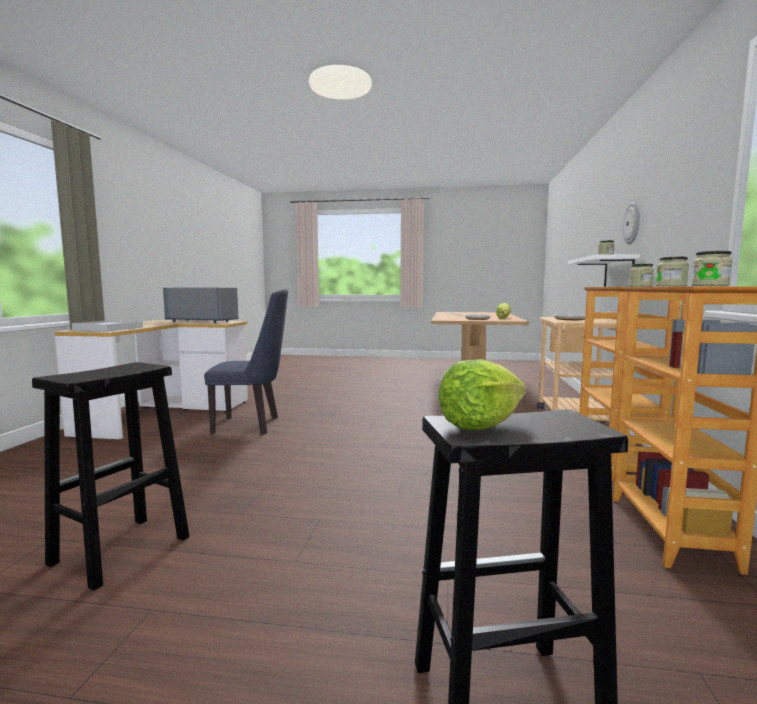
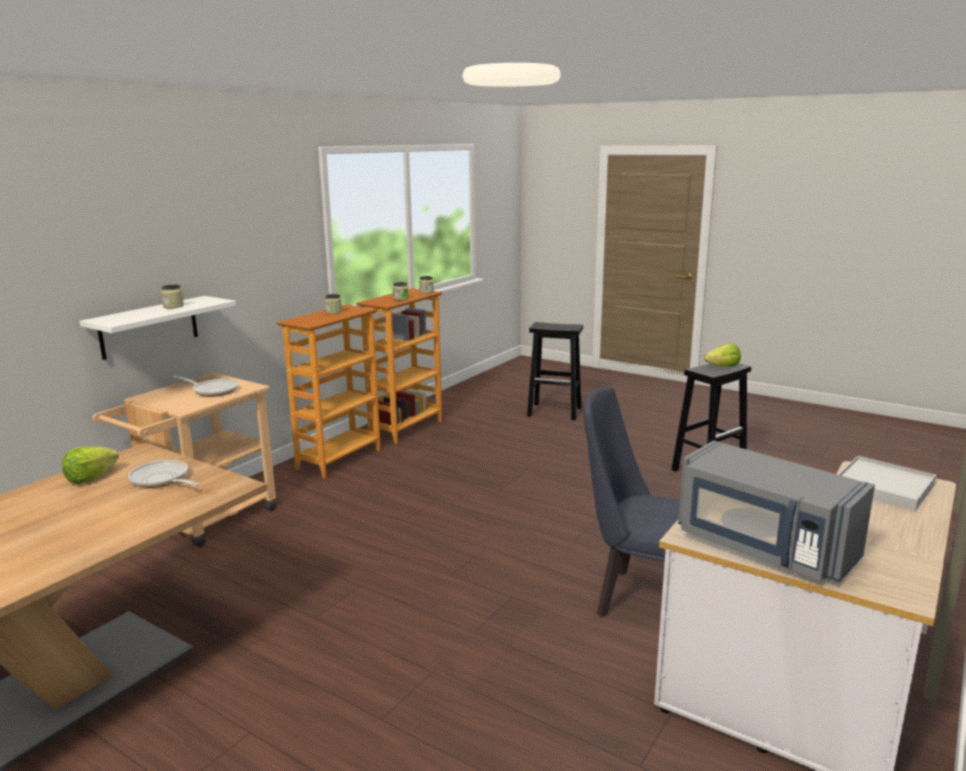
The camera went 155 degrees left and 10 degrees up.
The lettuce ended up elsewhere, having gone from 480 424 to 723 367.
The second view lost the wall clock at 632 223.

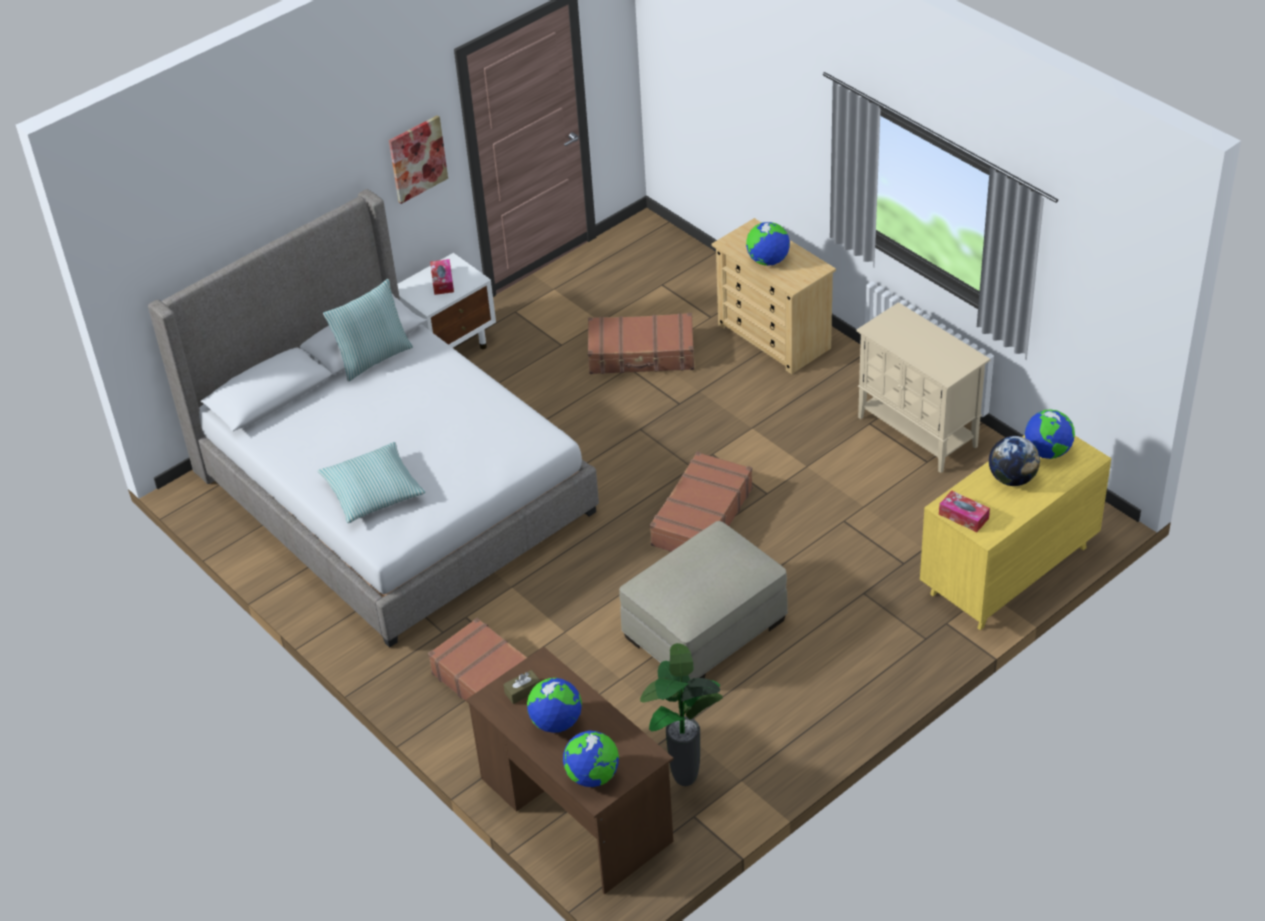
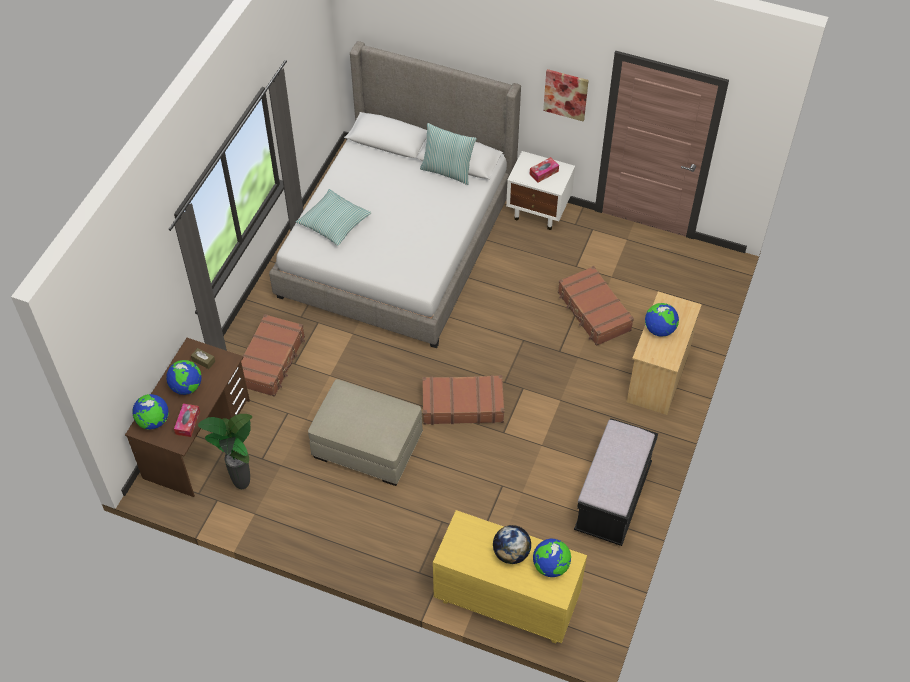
The camera went 60 degrees right and 10 degrees up.
The tissue box ended up elsewhere, having gone from 963 516 to 187 423.
Where the beige cabinet stood at 918 432, the black bench came to stand at 613 498.

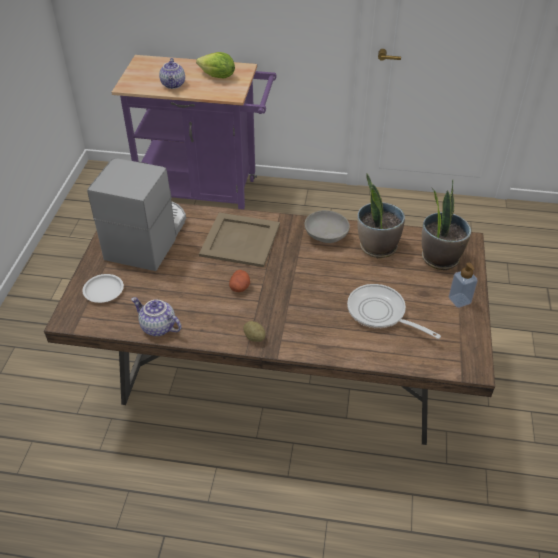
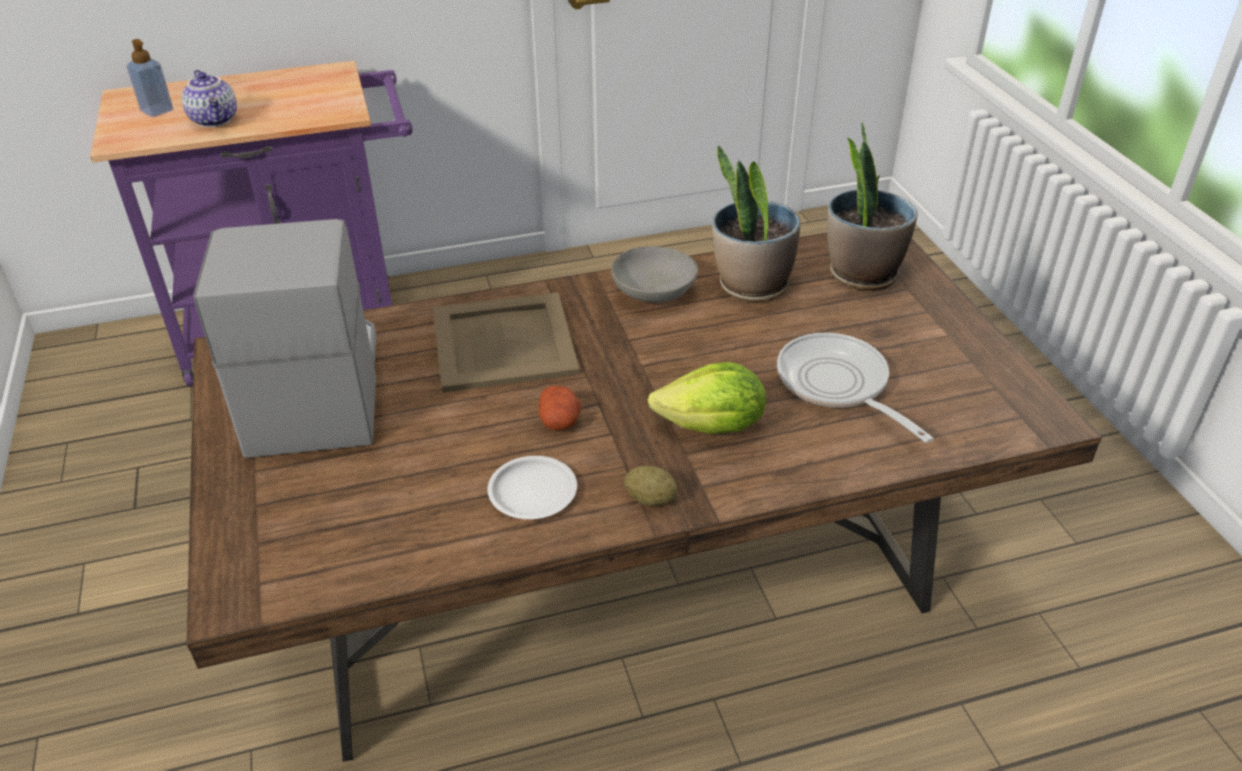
The camera went 25 degrees left and 5 degrees down.
The soap dispenser ended up elsewhere, having gone from 459 300 to 157 110.
The white plate ended up elsewhere, having gone from 103 290 to 532 493.
The lettuce ended up elsewhere, having gone from 217 77 to 712 427.
The frying pan at 380 313 ended up facing another way, 45 degrees clockwise from before.
The second view lost the teapot at 157 327.

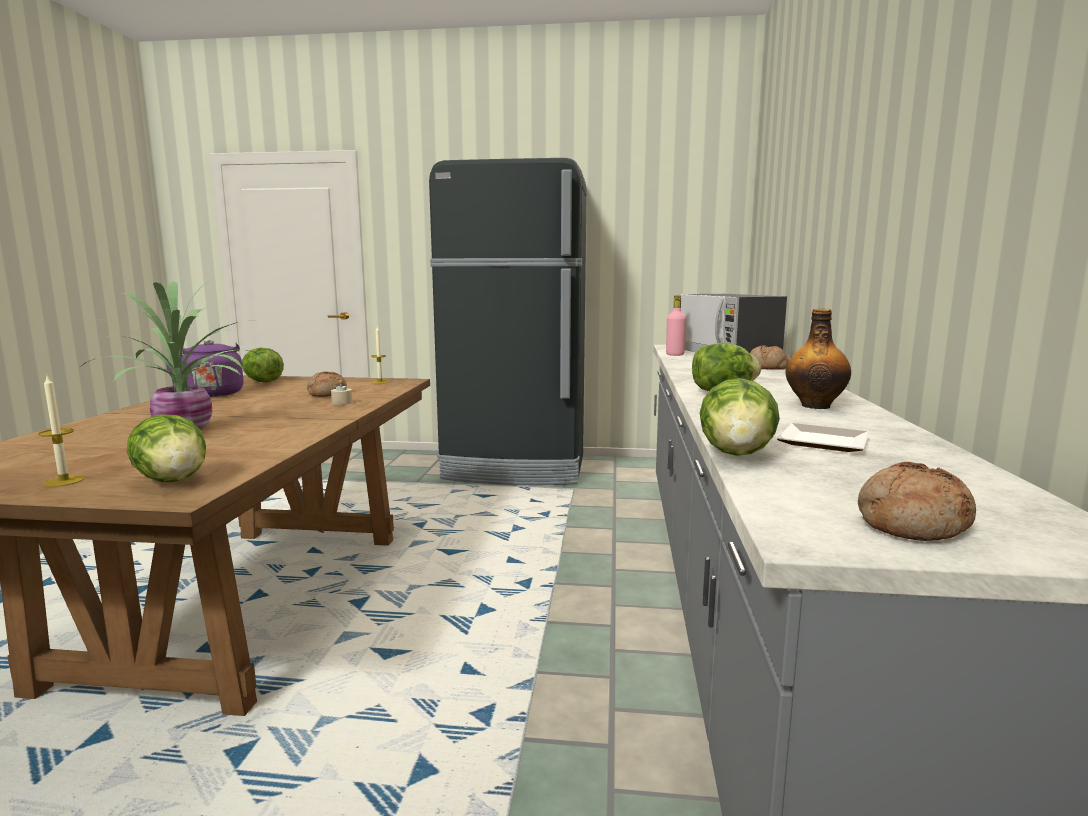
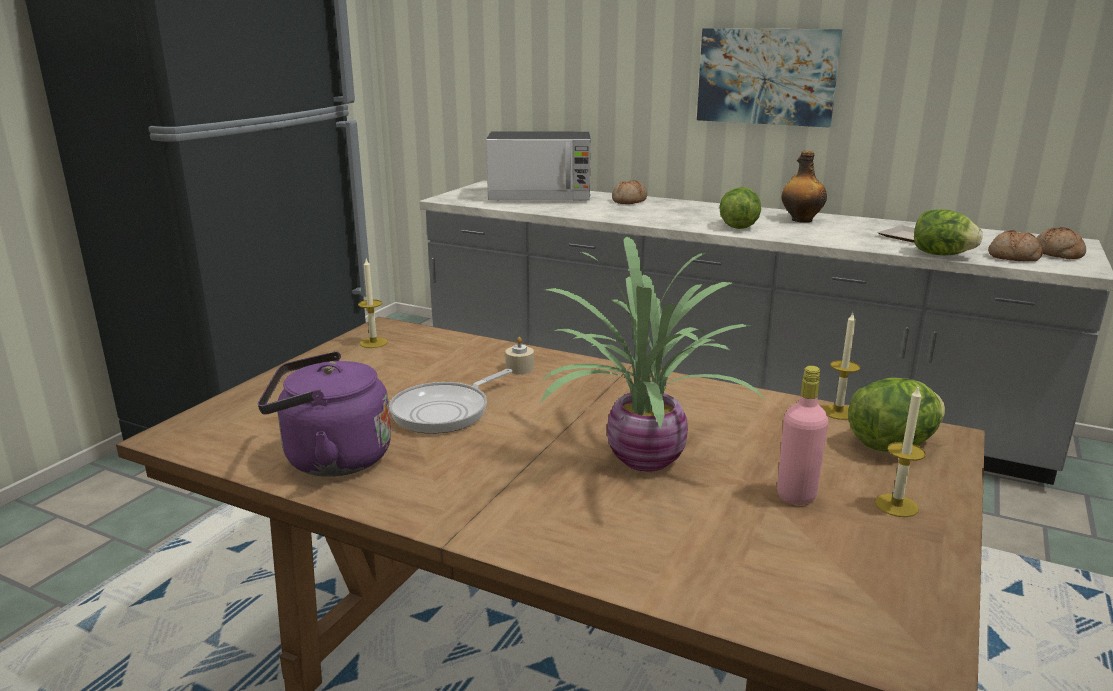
The camera went 70 degrees left and 10 degrees up.
The second view gained the frying pan at 445 411.
The second view gained the picture at 766 76.
The pink bottle ended up elsewhere, having gone from 675 355 to 796 495.
The second view gained the candle at 838 412.
The bread ended up elsewhere, having gone from 326 393 to 1012 257.
The second view lost the lettuce at 263 381.

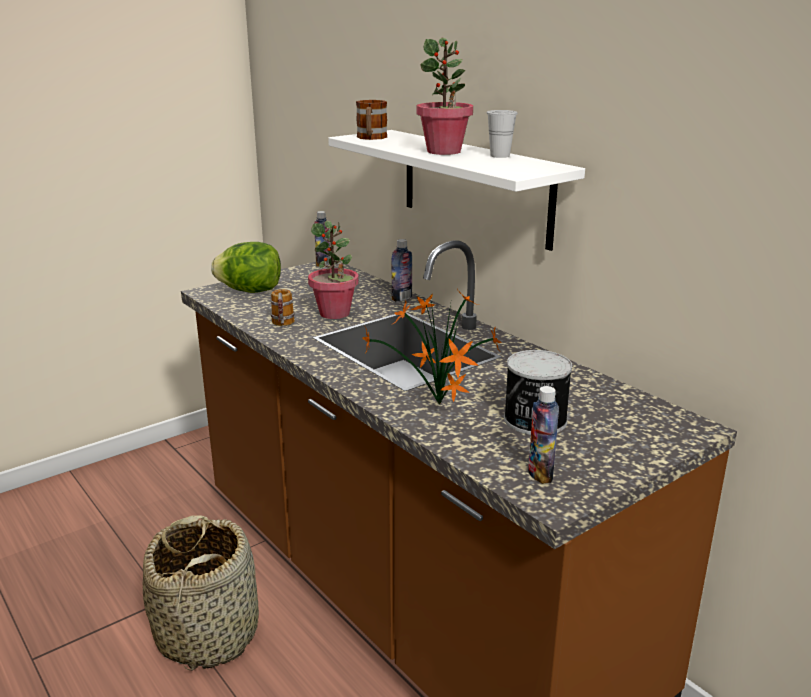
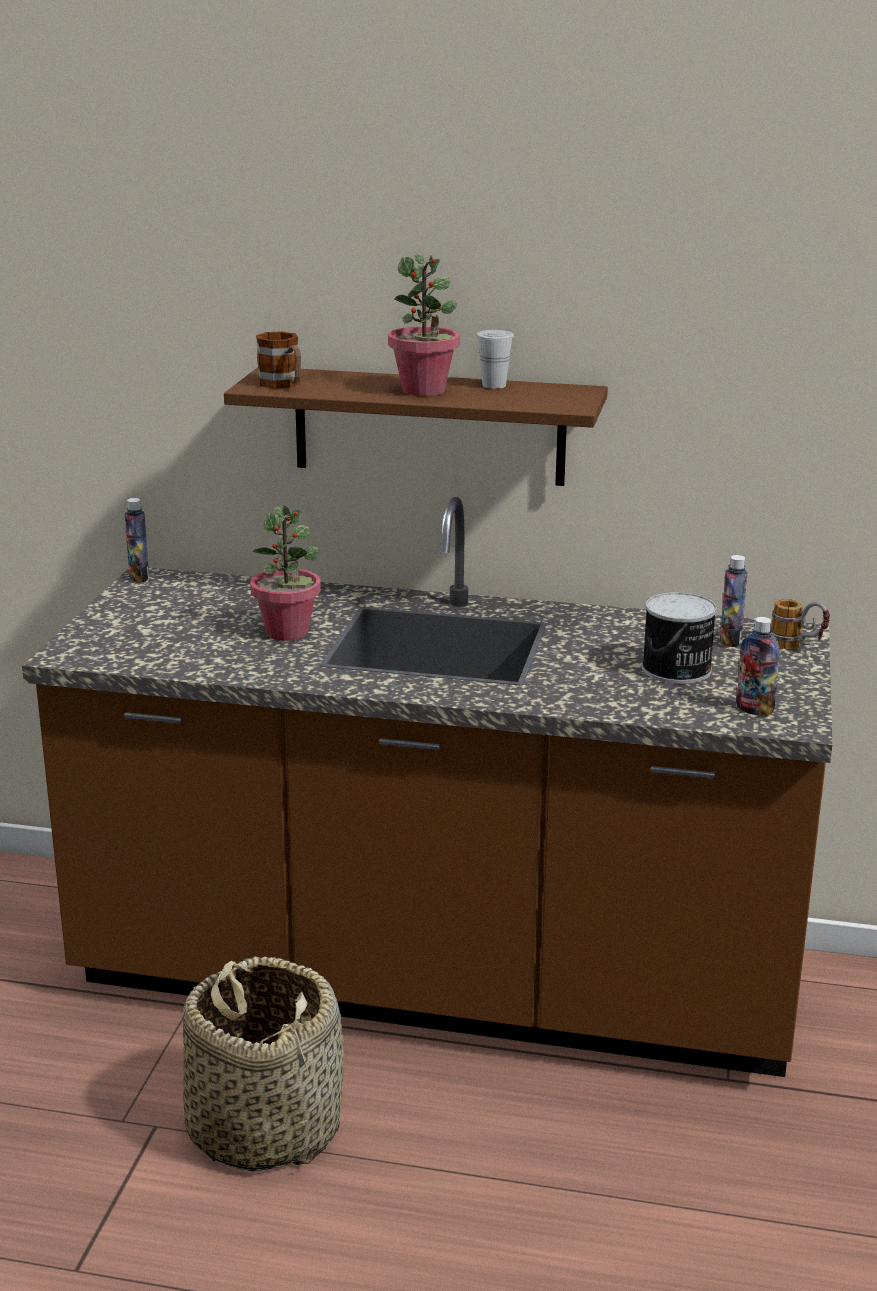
The camera went 40 degrees left and 0 degrees up.
What was the white shelf at 475 187 turned into the brown shelf at 429 426.
The bottle ended up elsewhere, having gone from 401 298 to 730 640.
The mug ended up elsewhere, having gone from 282 326 to 797 648.
The second view lost the lettuce at 250 291.
The second view lost the potted plant at 439 406.

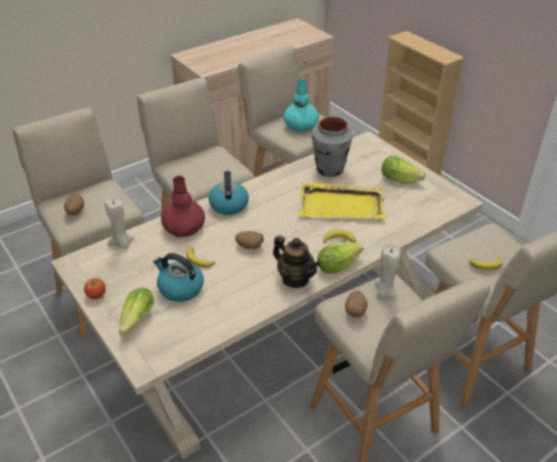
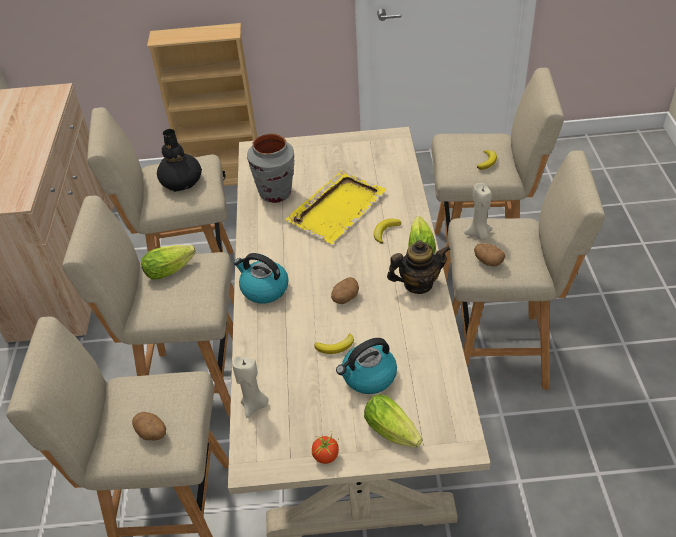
The camera went 55 degrees left and 5 degrees up.
The lettuce ended up elsewhere, having gone from 402 179 to 172 269.
What was the turquoise vase at 300 125 turned into the black vase at 181 182.
The second view lost the red vase at 184 227.

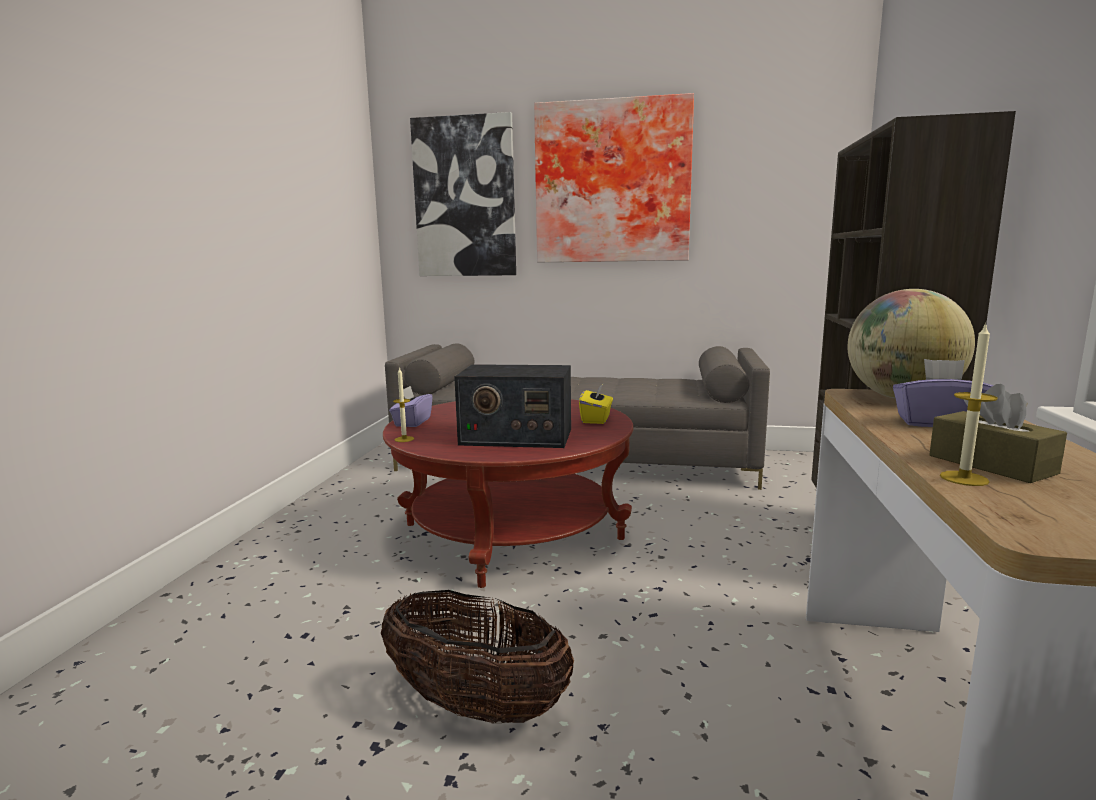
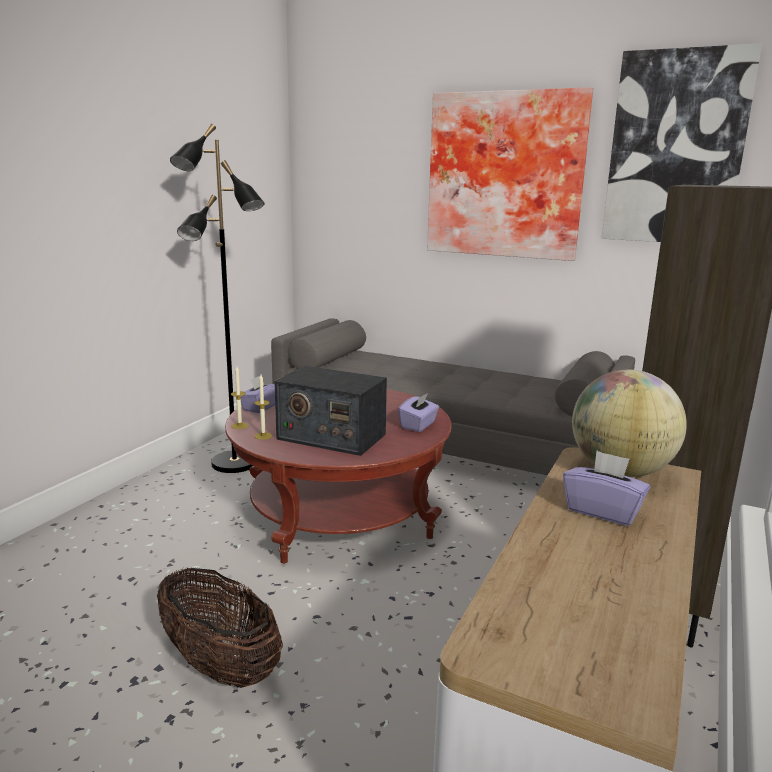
The camera went 15 degrees right and 5 degrees up.
The second view gained the black floor lamp at 234 464.
The candle ended up elsewhere, having gone from 964 478 to 263 436.
What was the yellow tissue box at 596 419 turned into the purple tissue box at 418 425.
The picture ended up elsewhere, having gone from 465 198 to 675 149.
The second view lost the brown tissue box at 991 464.

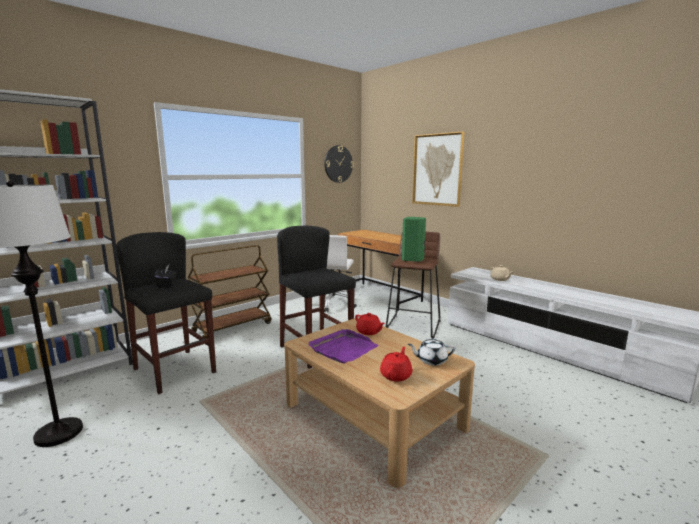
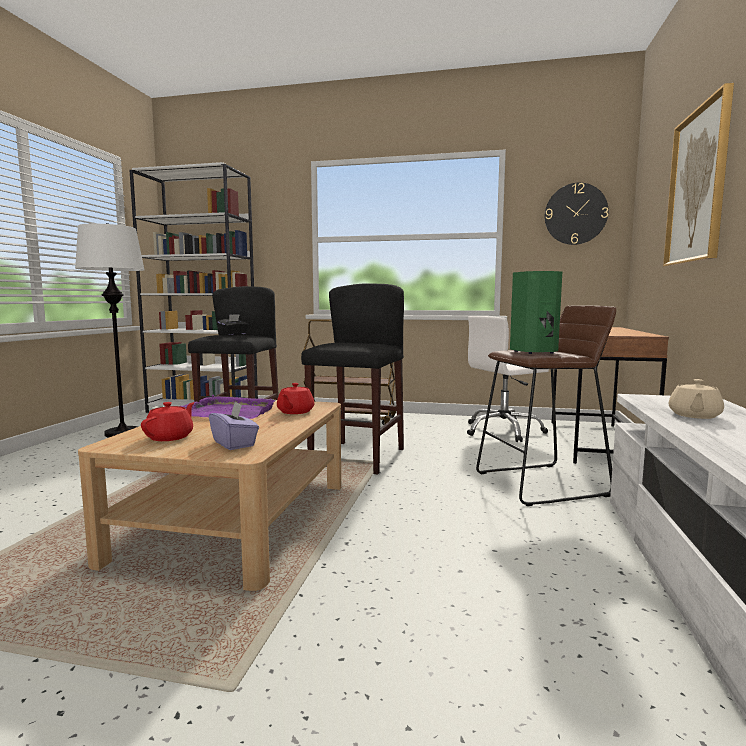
The camera went 55 degrees right and 5 degrees down.
The red teapot at 396 375 ended up facing another way, 60 degrees counterclockwise from before.
Where the white teapot stood at 431 360, the purple tissue box came to stand at 234 443.

